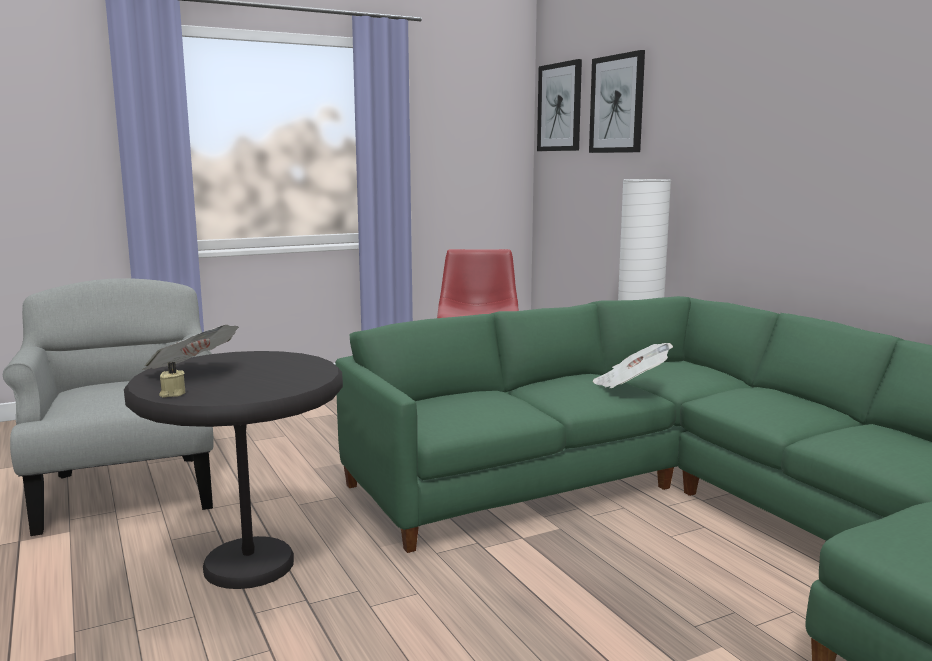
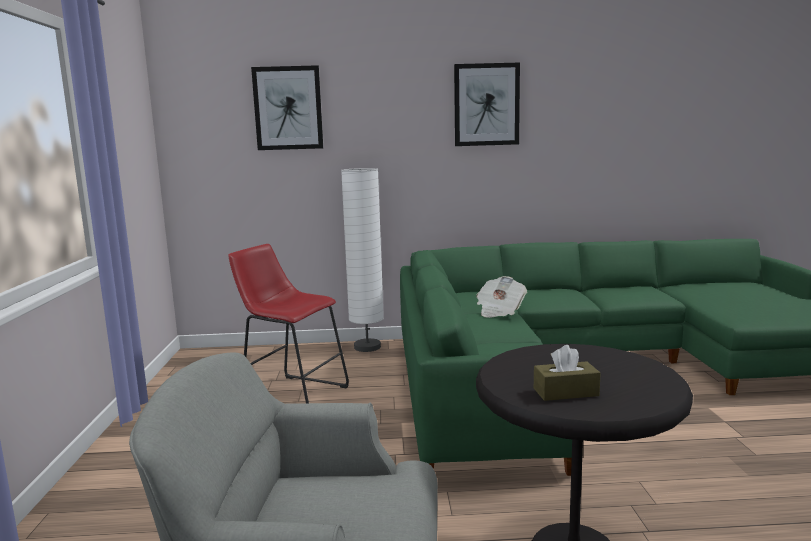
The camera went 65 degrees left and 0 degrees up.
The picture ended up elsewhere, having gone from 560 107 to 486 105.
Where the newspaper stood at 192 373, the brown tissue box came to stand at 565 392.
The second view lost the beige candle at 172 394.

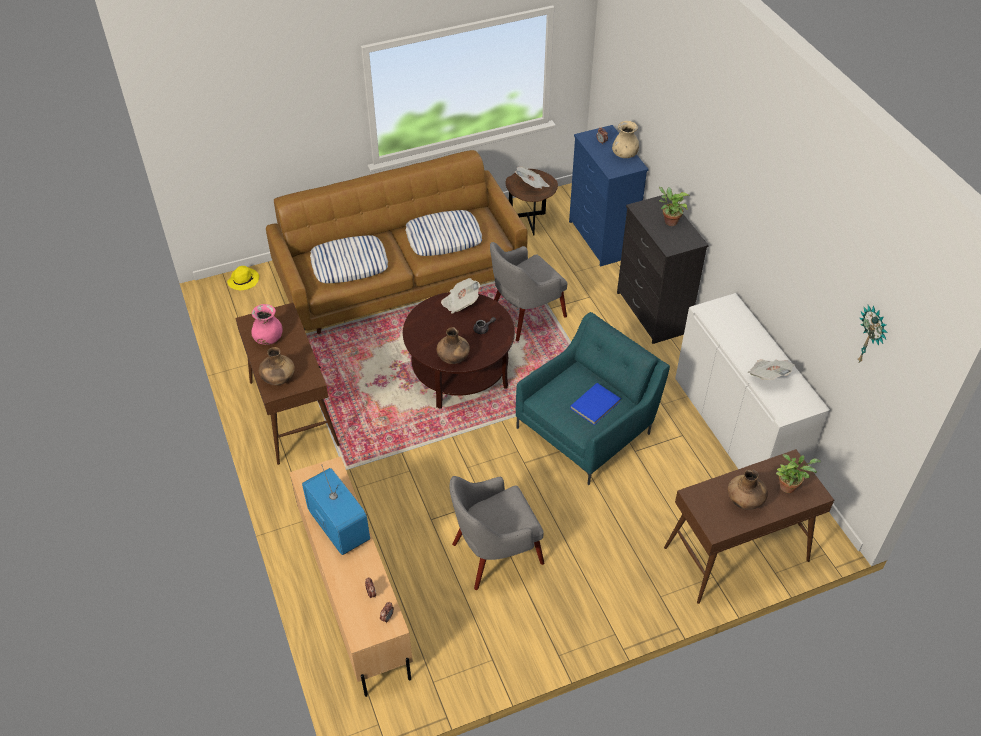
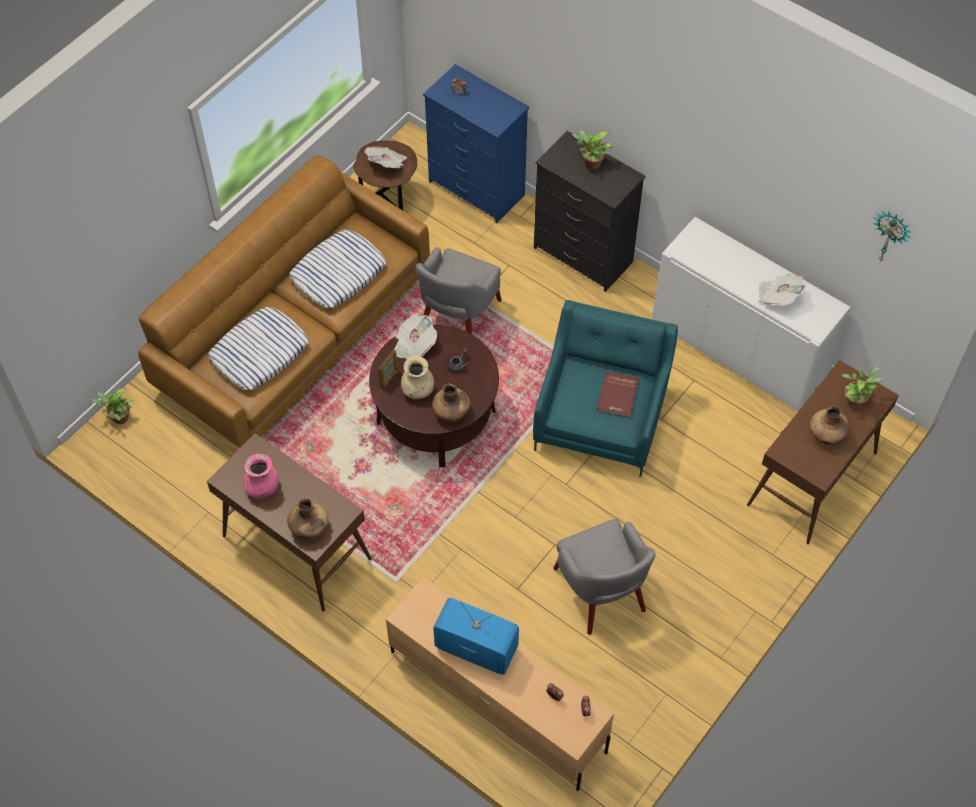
The camera went 30 degrees left and 10 degrees up.
Where the yellow hat stood at 243 280, the potted plant came to stand at 119 419.
The second view gained the picture frame at 389 379.
The beige vase ended up elsewhere, having gone from 624 155 to 418 390.
The grey armchair at 494 554 ended up facing another way, 60 degrees counterclockwise from before.
What was the blue book at 596 405 turned into the red book at 618 396.

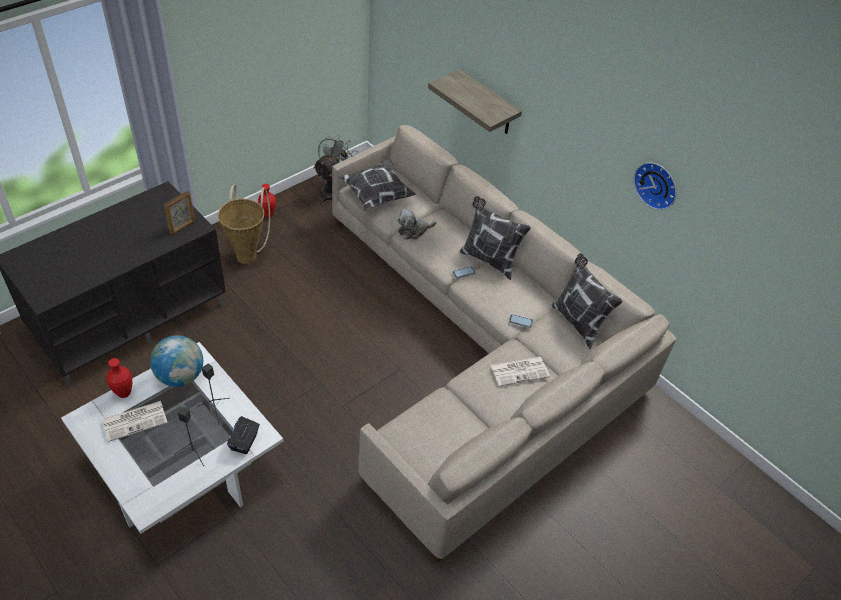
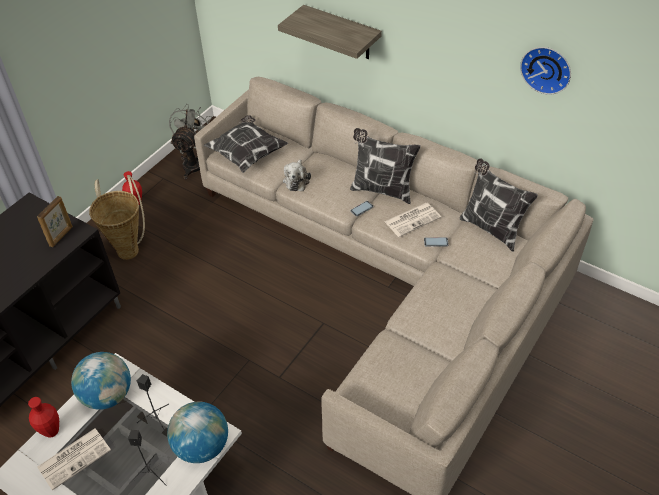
The camera went 10 degrees left and 0 degrees up.
Where the black tissue box stood at 245 442, the globe came to stand at 202 446.
The plush toy at 413 231 ended up facing another way, 45 degrees counterclockwise from before.
The newspaper ended up elsewhere, having gone from 520 371 to 413 219.

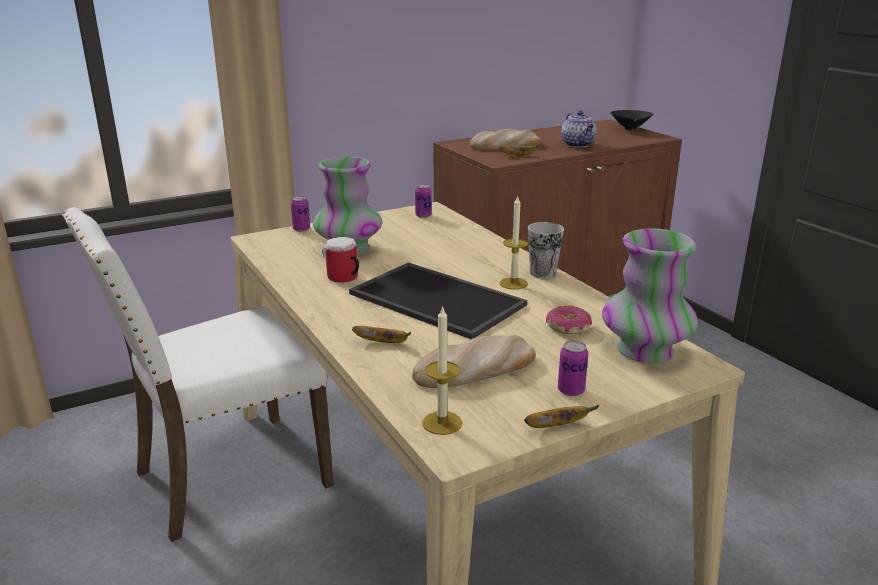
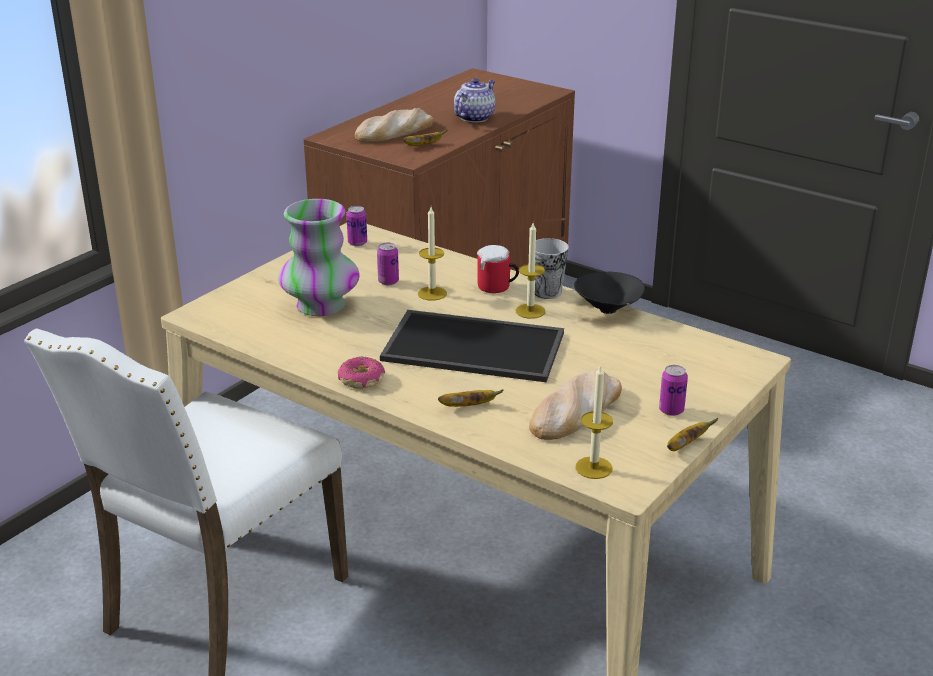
The camera went 25 degrees left and 5 degrees up.
The donut ended up elsewhere, having gone from 568 327 to 361 380.
The can ended up elsewhere, having gone from 301 229 to 388 281.
The second view gained the candle at 432 293.
The teapot at 578 145 ended up facing another way, 105 degrees counterclockwise from before.
The mug ended up elsewhere, having gone from 344 279 to 497 288.
The black bowl ended up elsewhere, having gone from 630 129 to 608 311.
The second view lost the vase at 644 351.

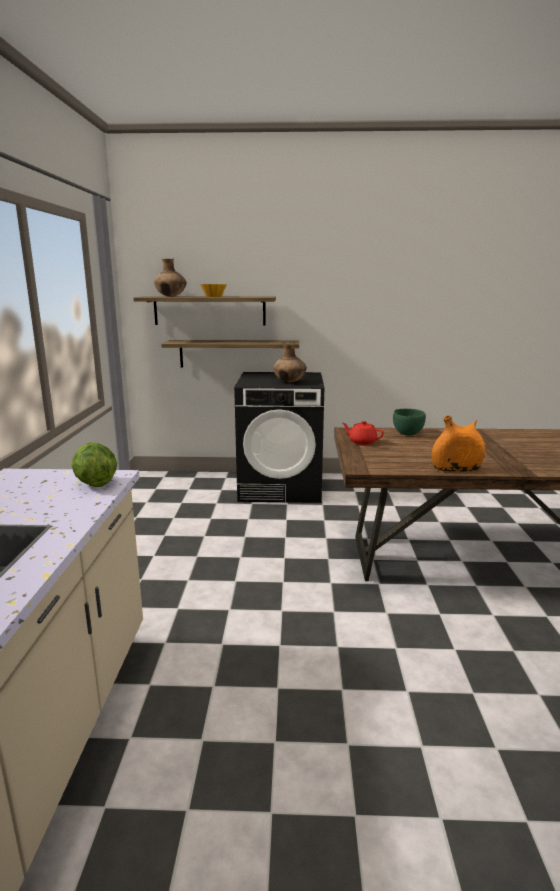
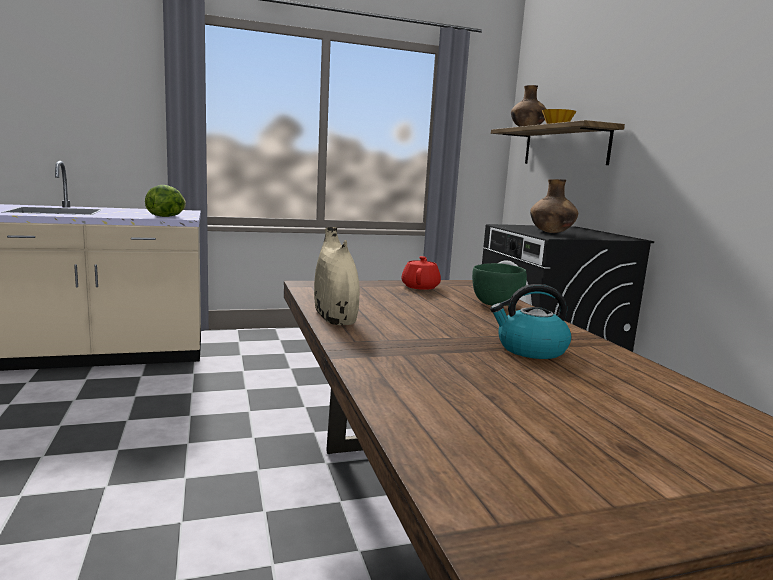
The camera went 70 degrees right and 5 degrees down.
What was the orange vase at 456 469 turned into the beige vase at 334 317.
The second view gained the kettle at 530 349.
The second view lost the shelf at 234 354.

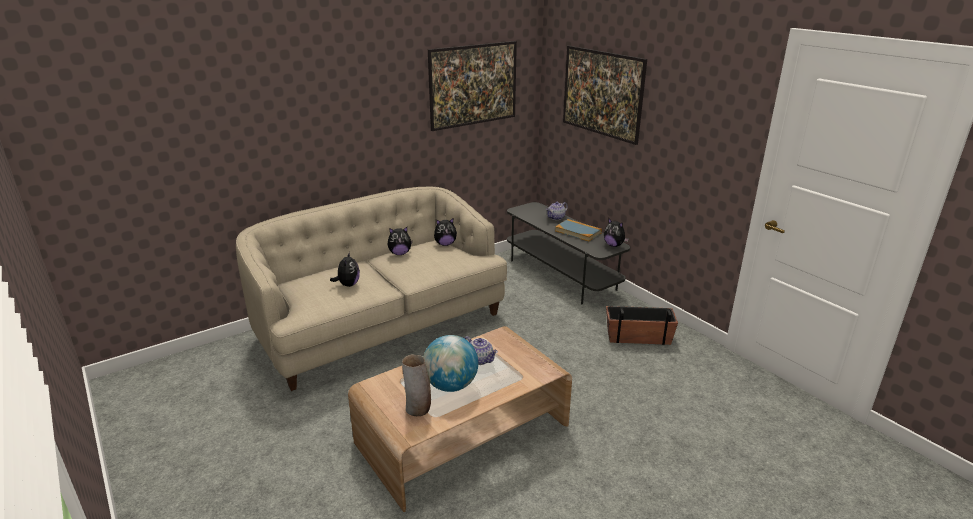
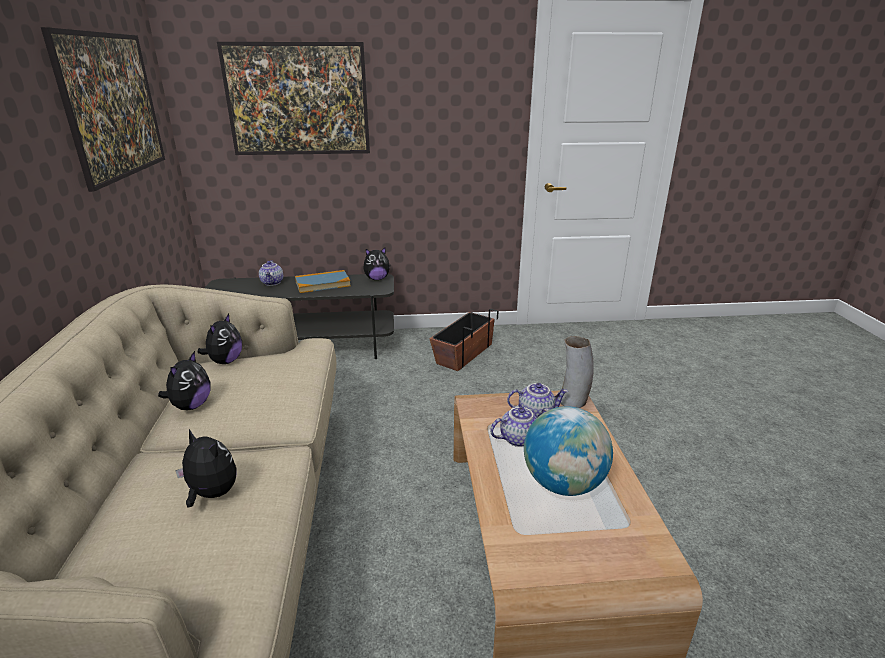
The camera went 60 degrees left and 0 degrees up.
The second view gained the teapot at 536 412.
The vase ended up elsewhere, having gone from 418 409 to 573 401.

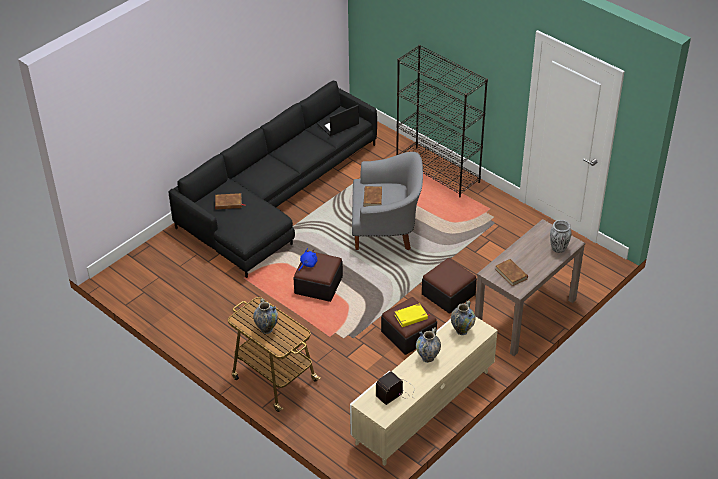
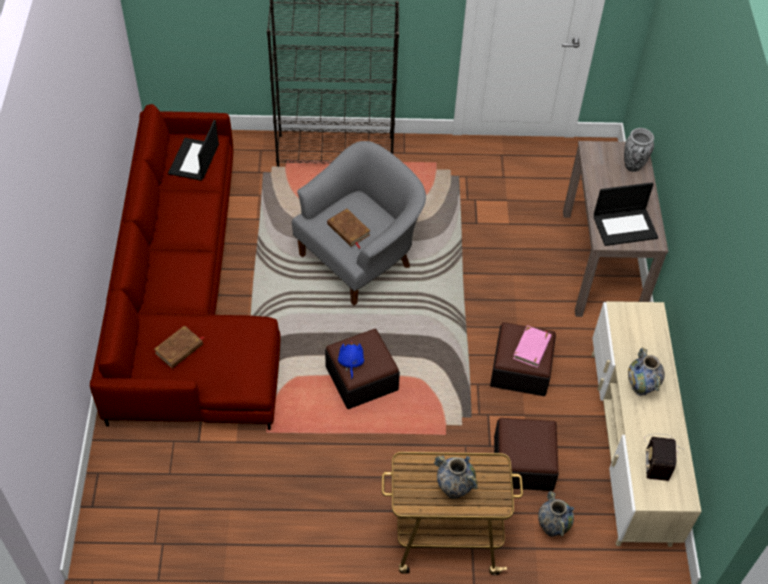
The camera went 45 degrees left and 10 degrees up.
What was the black sofa at 276 195 turned into the red sofa at 186 297.
The ottoman ended up elsewhere, having gone from 448 294 to 523 463.
What was the yellow book at 411 317 turned into the pink book at 532 348.
The vase ended up elsewhere, having gone from 462 330 to 552 528.
Where the brown book stood at 511 274, the laptop came to stand at 625 226.

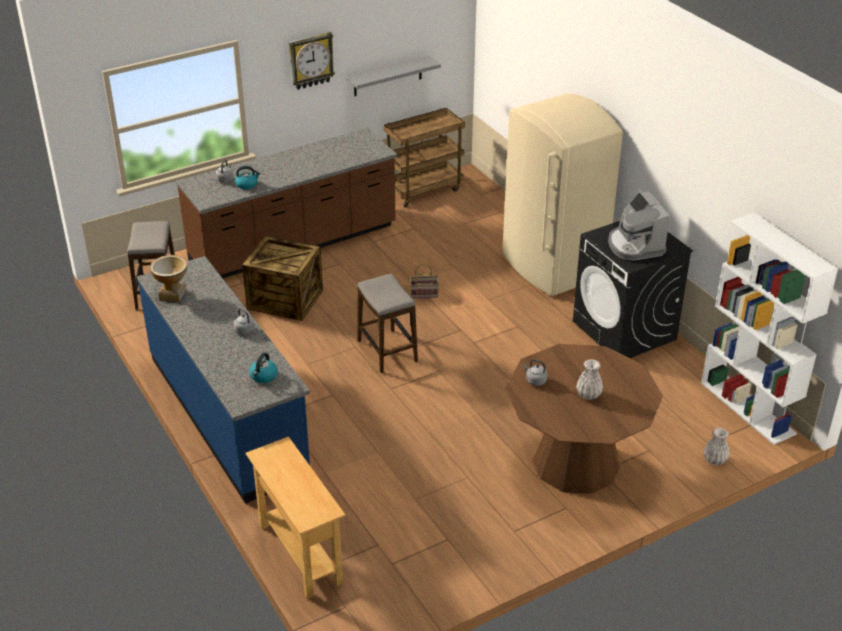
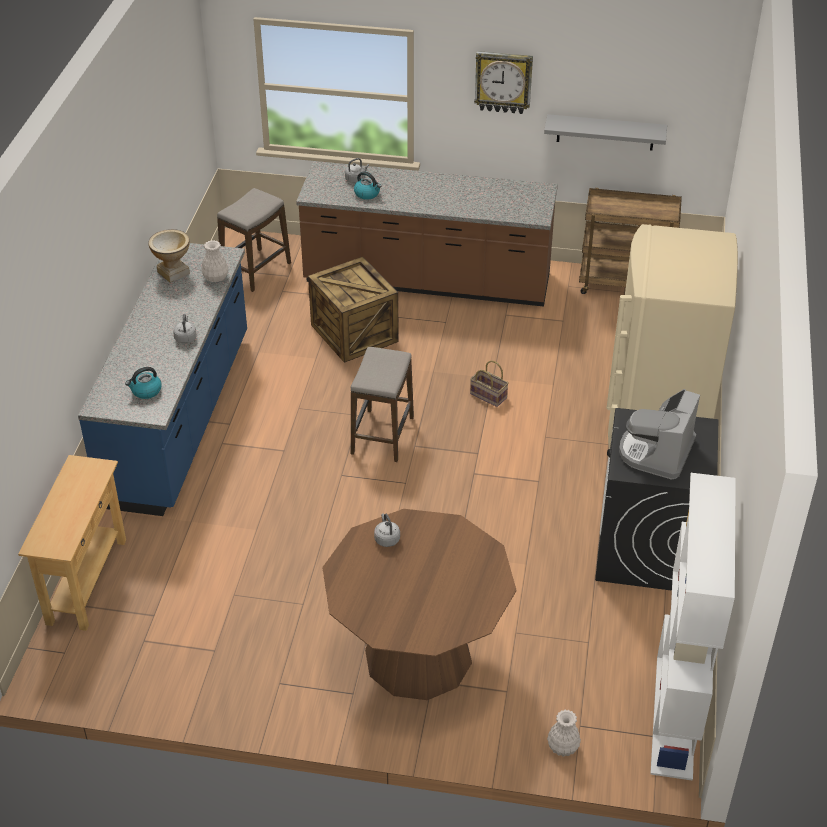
The camera went 40 degrees right and 5 degrees up.
The white vase ended up elsewhere, having gone from 588 395 to 215 277.

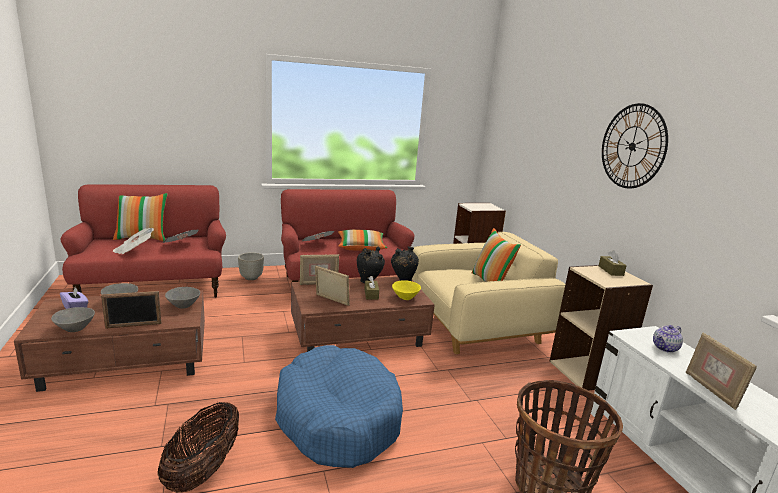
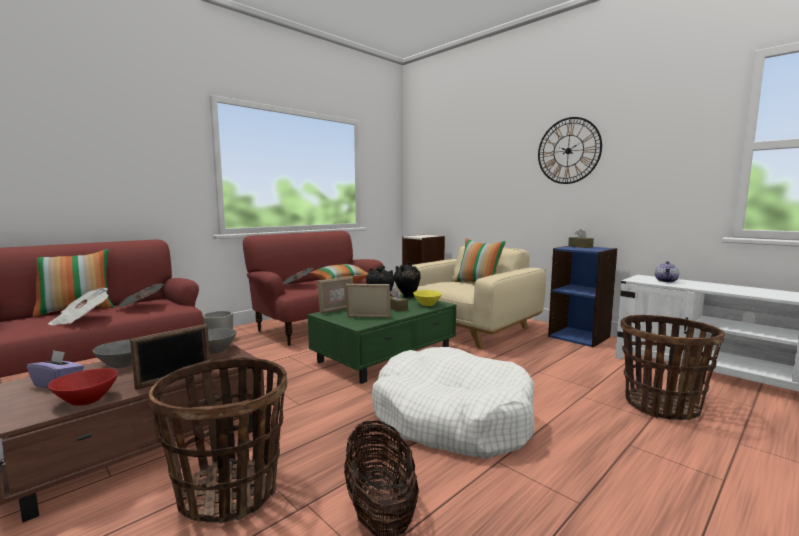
The camera went 25 degrees left and 10 degrees down.
What was the grey bowl at 75 328 turned into the red bowl at 86 400.
The second view gained the basket at 229 492.
What was the brown coffee table at 359 335 turned into the green coffee table at 386 356.
What was the blue dog bed at 337 418 turned into the white dog bed at 451 418.
What was the beige bookcase at 587 372 turned into the blue bookcase at 579 336.
The second view lost the picture frame at 711 390.

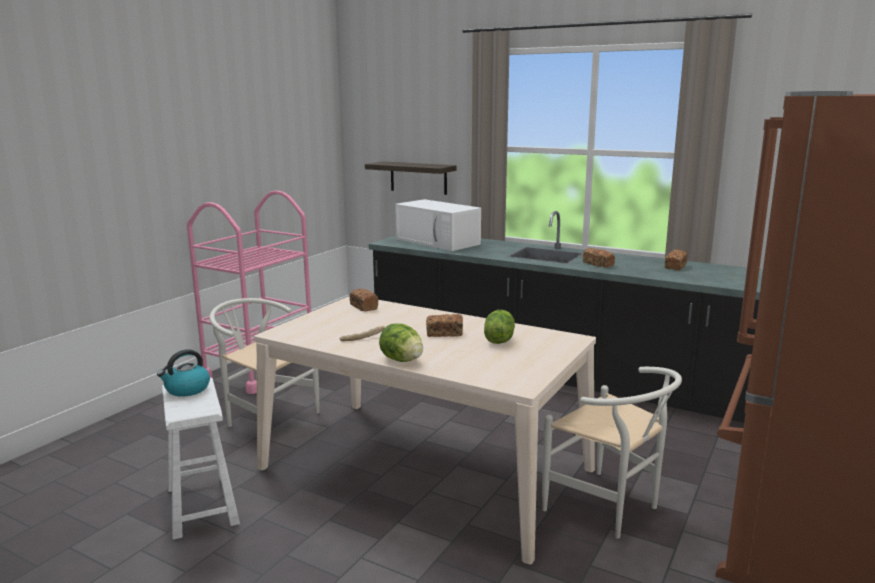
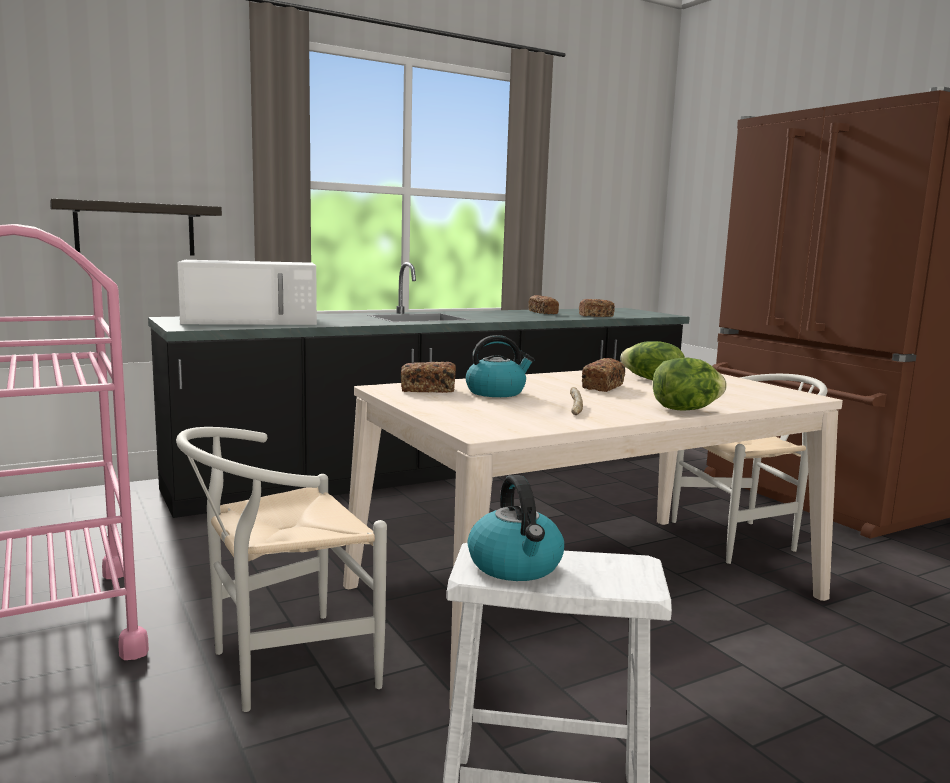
The camera went 60 degrees left and 5 degrees down.
The second view gained the kettle at 496 392.
The bread ended up elsewhere, having gone from 598 264 to 596 316.

